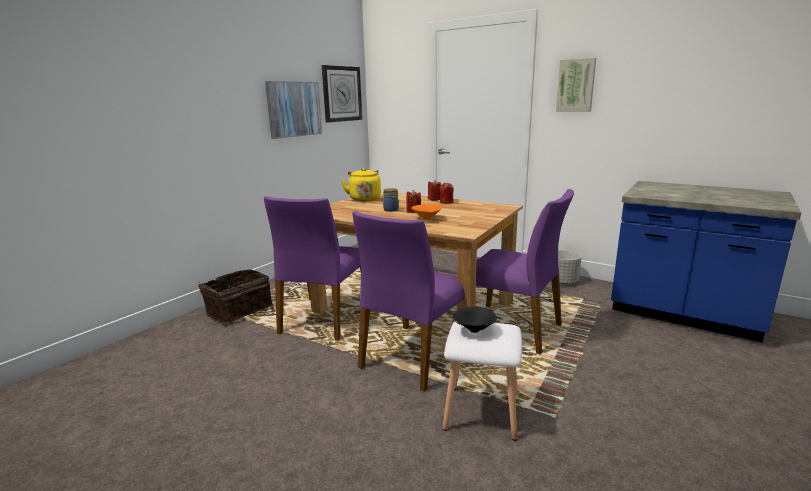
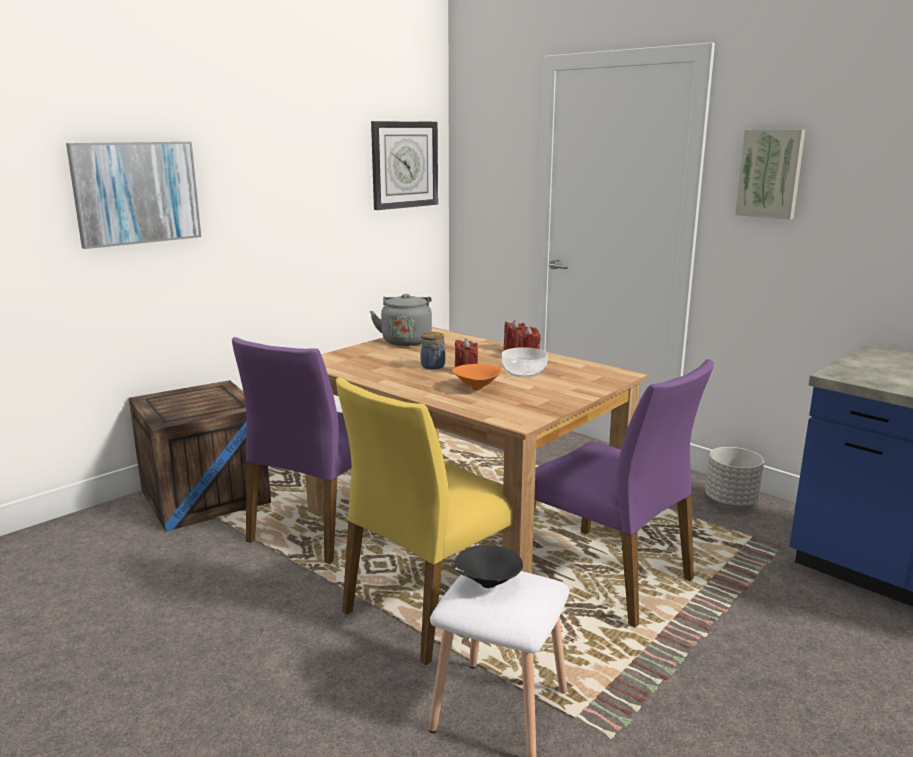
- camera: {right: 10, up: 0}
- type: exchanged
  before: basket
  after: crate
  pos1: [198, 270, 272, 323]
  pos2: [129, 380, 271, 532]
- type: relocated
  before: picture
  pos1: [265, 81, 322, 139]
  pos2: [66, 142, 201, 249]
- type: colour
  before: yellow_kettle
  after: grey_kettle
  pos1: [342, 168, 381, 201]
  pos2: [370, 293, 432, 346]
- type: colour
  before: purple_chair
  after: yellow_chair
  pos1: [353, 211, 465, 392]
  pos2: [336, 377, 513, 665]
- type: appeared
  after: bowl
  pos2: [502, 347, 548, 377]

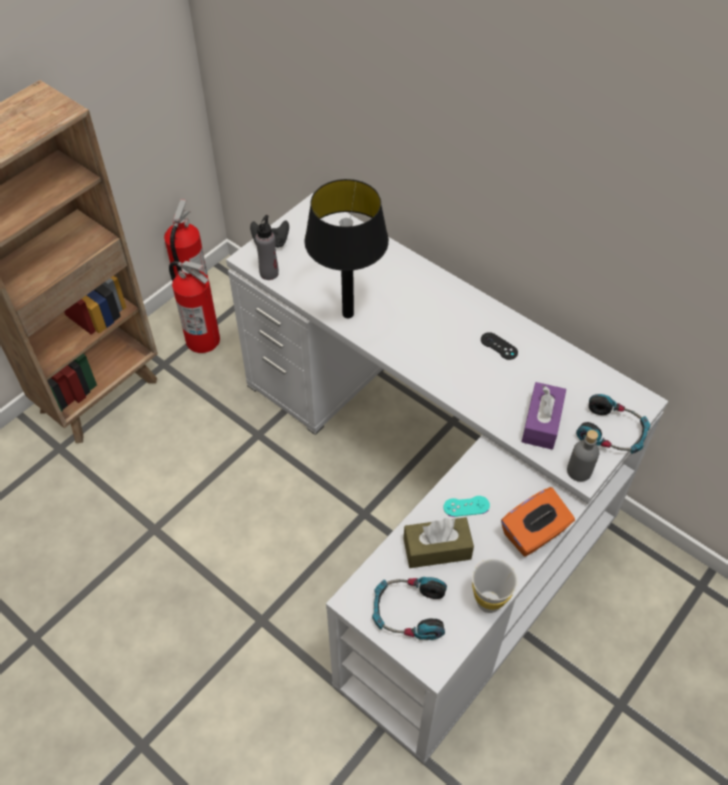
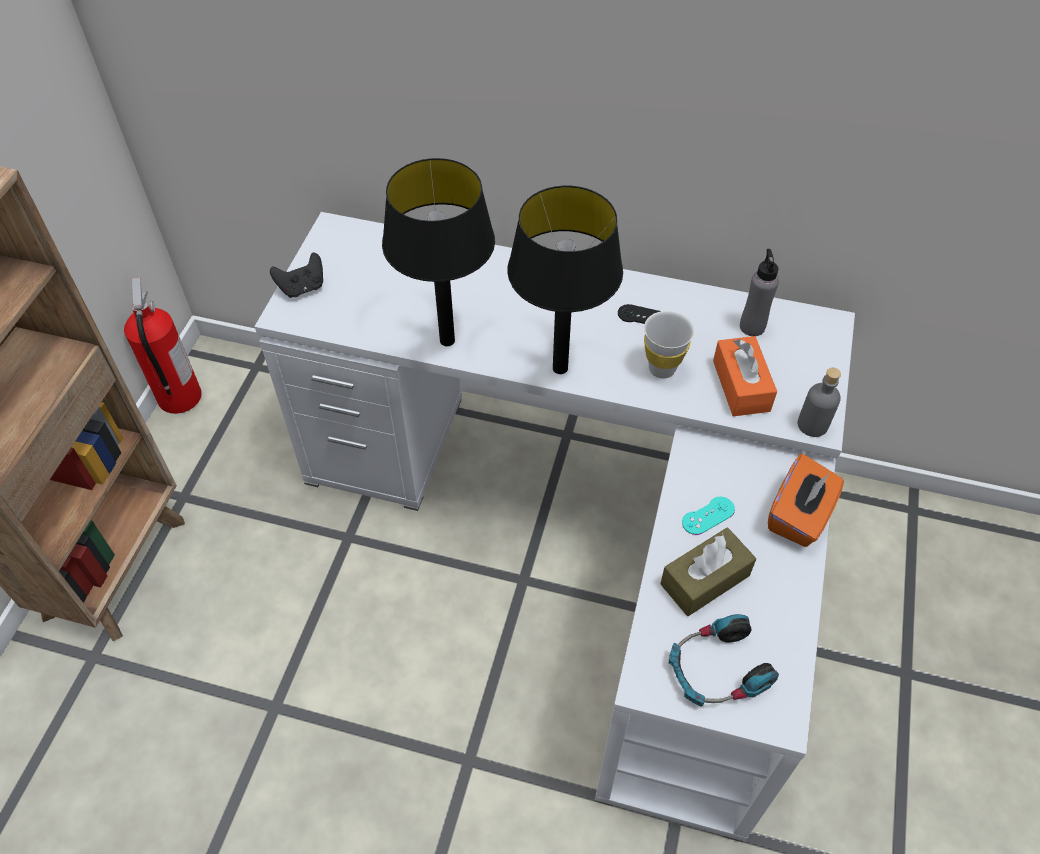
- camera: {right: -25, up: 0}
- type: missing
  before: fire_extinguisher
  pos1: [169, 261, 220, 353]
- type: relocated
  before: grey_bottle
  pos1: [255, 215, 279, 280]
  pos2: [740, 249, 779, 336]
- type: relocated
  before: white_cup
  pos1: [472, 558, 518, 613]
  pos2: [644, 311, 694, 378]
- type: colour
  before: purple_tissue_box
  after: orange_tissue_box
  pos1: [522, 382, 566, 450]
  pos2: [713, 336, 777, 416]
- type: missing
  before: headphones
  pos1: [576, 394, 651, 454]
- type: appeared
  after: black_table_lamp
  pos2: [507, 186, 623, 374]

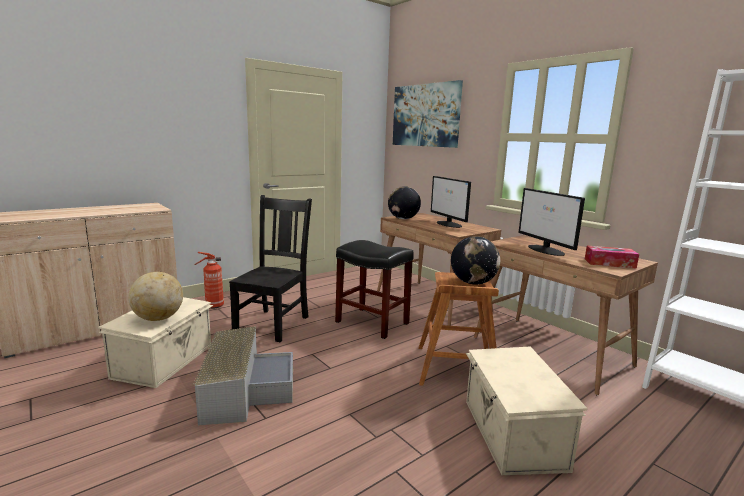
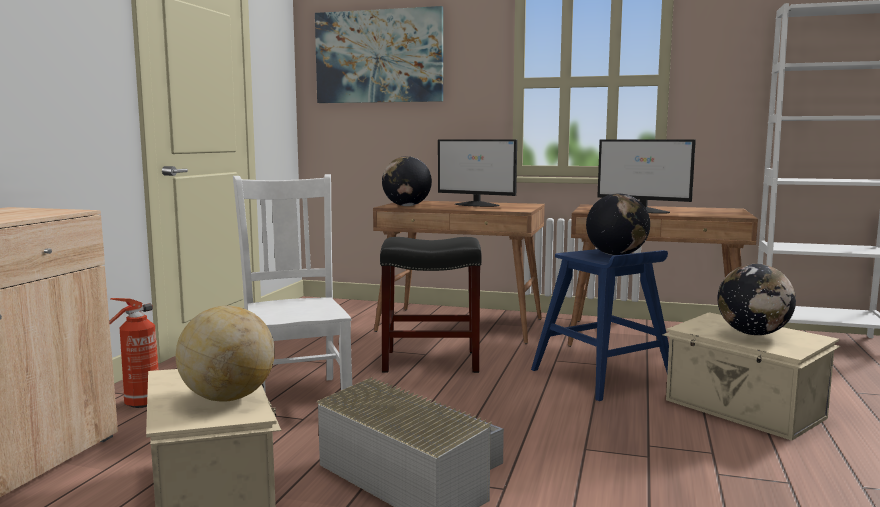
- camera: {right: -35, up: -5}
- type: colour
  before: black_chair
  after: white_chair
  pos1: [229, 195, 312, 342]
  pos2: [233, 174, 352, 393]
- type: colour
  before: brown_stool
  after: blue_stool
  pos1: [419, 272, 499, 386]
  pos2: [531, 249, 669, 401]
- type: missing
  before: tissue_box
  pos1: [585, 246, 639, 269]
- type: appeared
  after: globe
  pos2: [717, 264, 796, 335]

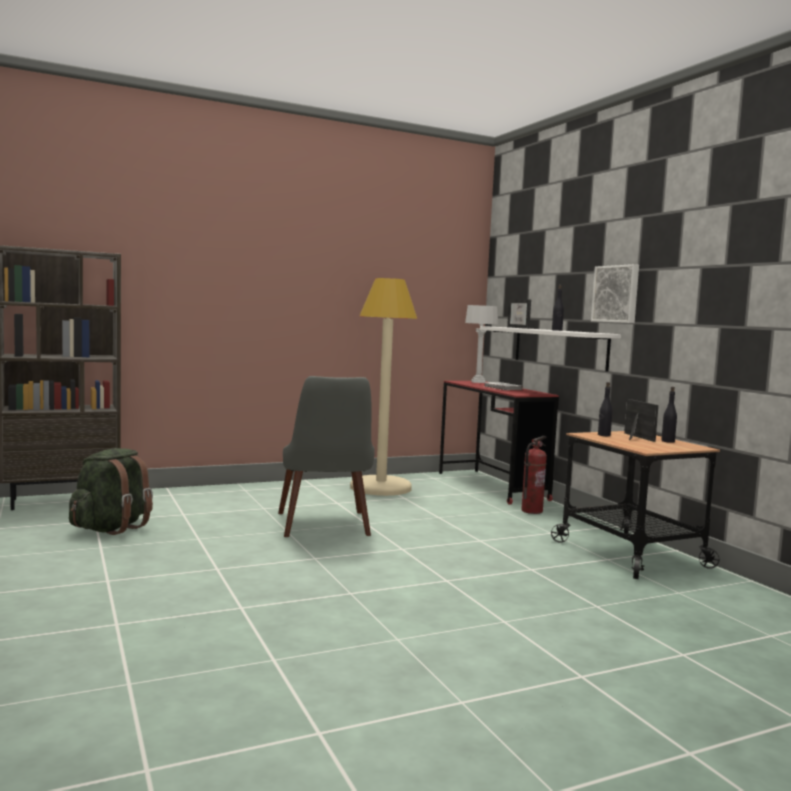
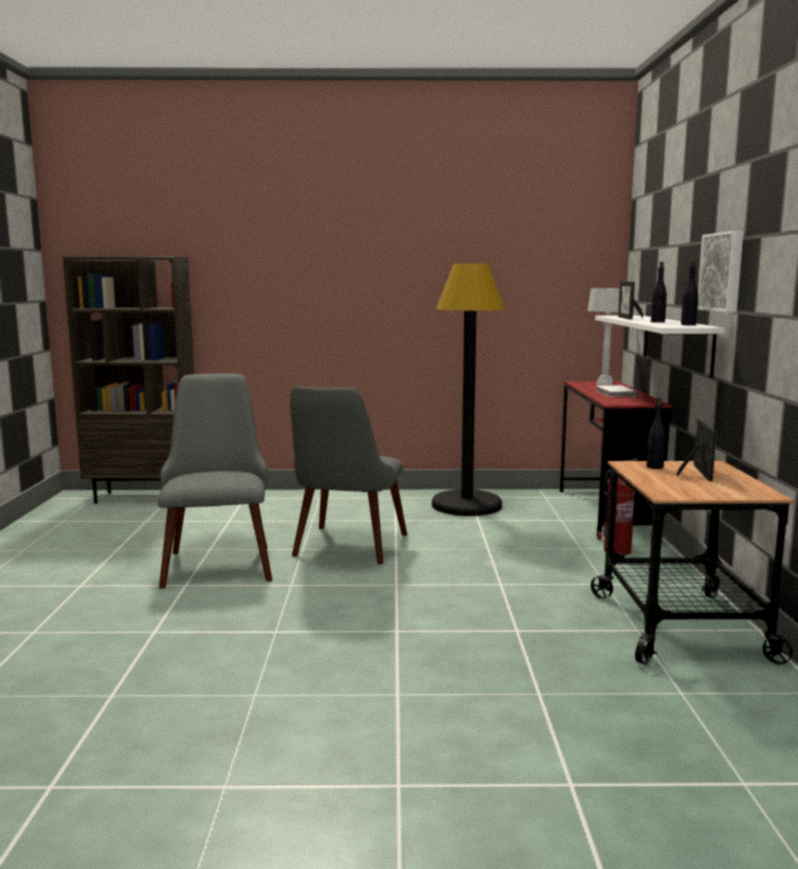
- camera: {right: 25, up: 5}
- type: missing
  before: green_backpack
  pos1: [69, 448, 153, 535]
- type: colour
  before: beige_floor_lamp
  after: black_floor_lamp
  pos1: [350, 278, 417, 496]
  pos2: [432, 263, 504, 516]
- type: relocated
  before: black_bottle
  pos1: [661, 387, 677, 443]
  pos2: [681, 261, 699, 325]
- type: appeared
  after: grey_chair
  pos2: [158, 374, 272, 589]

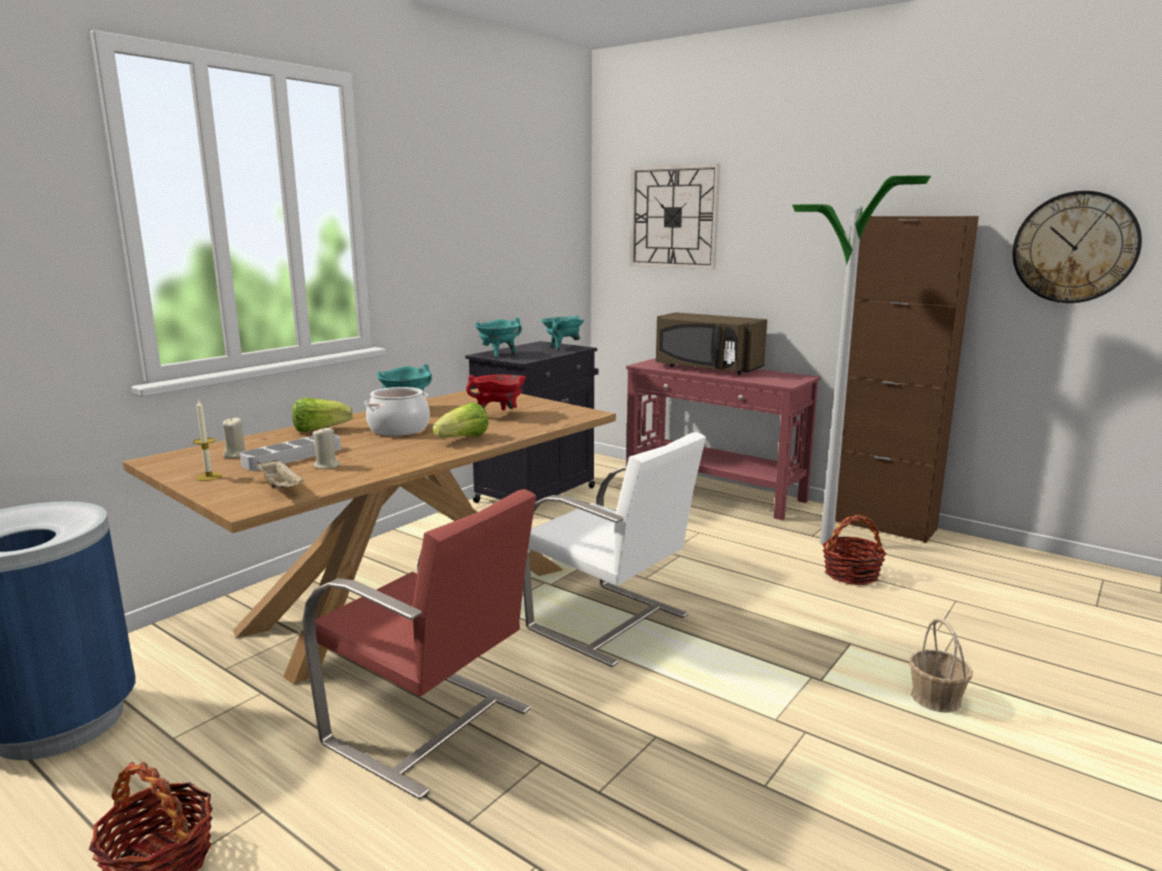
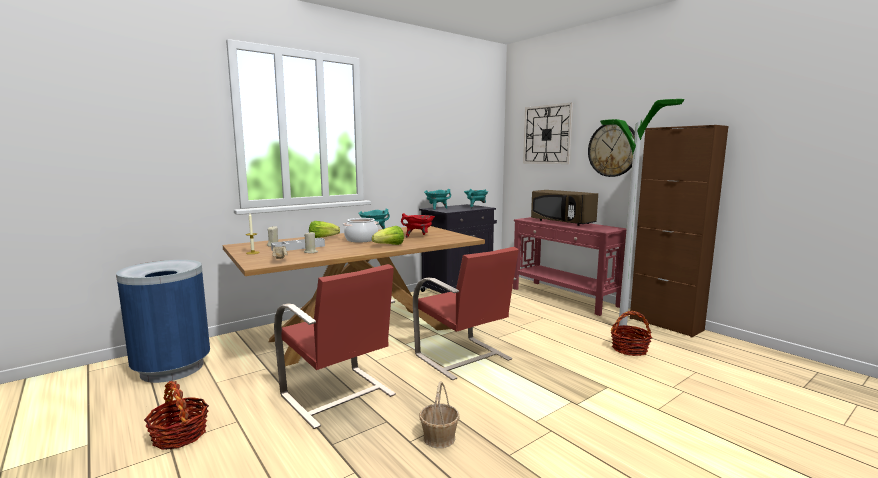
- camera: {right: 15, up: -5}
- type: colour
  before: white_chair
  after: red_chair
  pos1: [523, 432, 706, 667]
  pos2: [413, 247, 519, 381]
- type: relocated
  before: basket
  pos1: [909, 618, 973, 713]
  pos2: [420, 381, 460, 448]
- type: relocated
  before: wall_clock
  pos1: [1013, 191, 1142, 303]
  pos2: [588, 125, 635, 177]

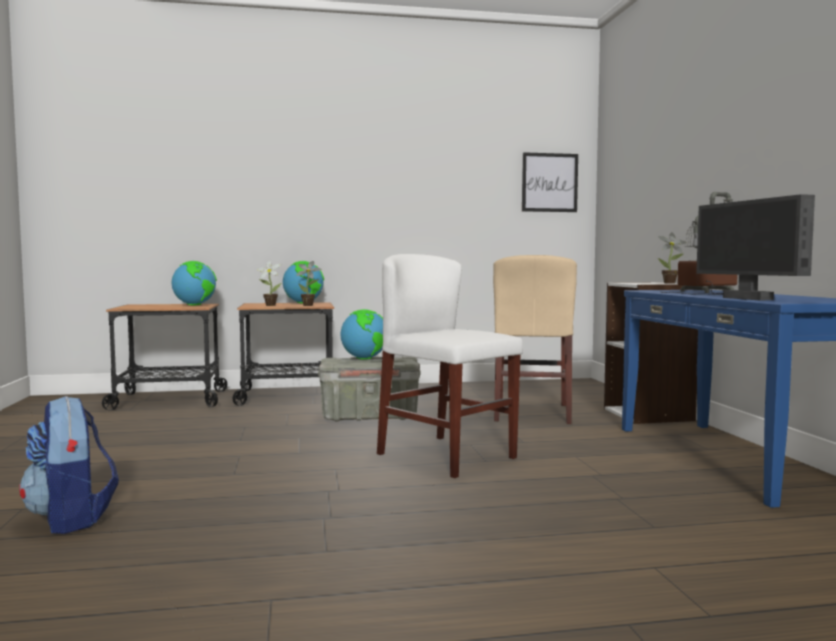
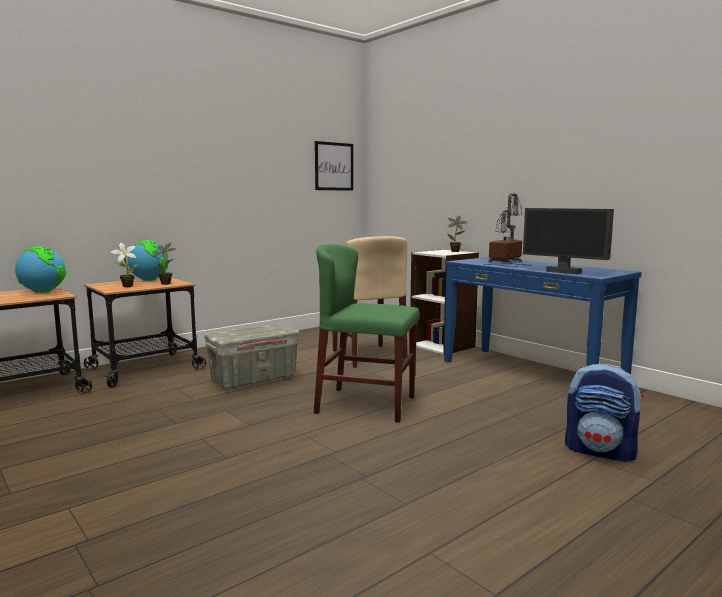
- camera: {right: -30, up: 5}
- type: relocated
  before: backpack
  pos1: [19, 396, 119, 534]
  pos2: [565, 364, 644, 462]
- type: missing
  before: globe
  pos1: [340, 309, 383, 360]
- type: colour
  before: white_chair
  after: green_chair
  pos1: [377, 254, 523, 478]
  pos2: [314, 244, 420, 423]

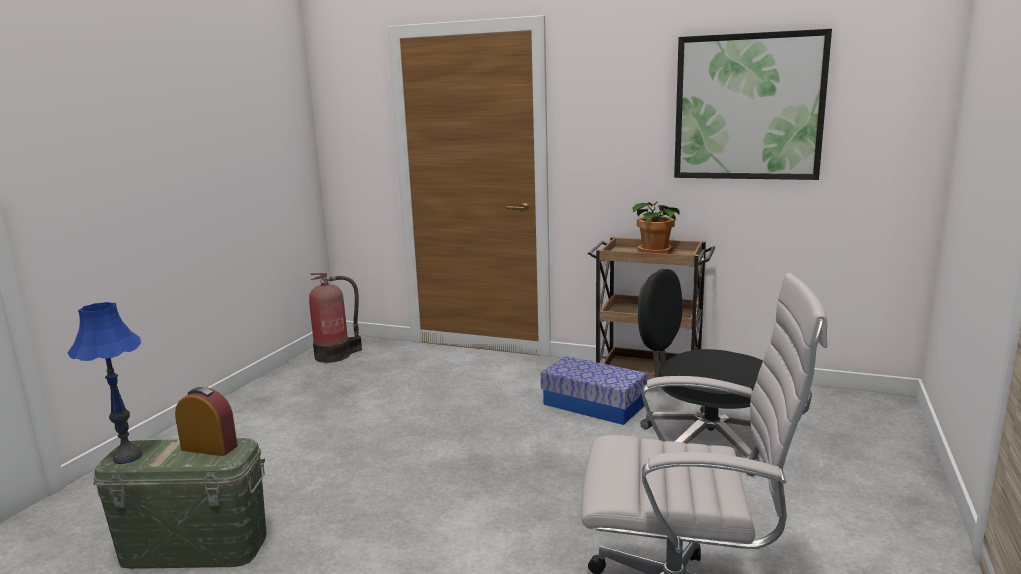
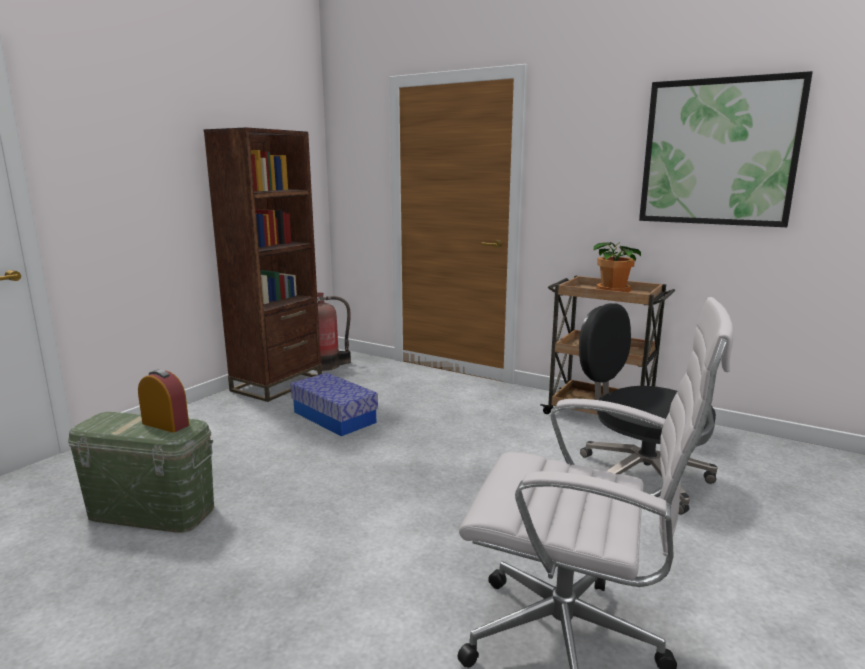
- camera: {right: 10, up: 0}
- type: missing
  before: blue_table_lamp
  pos1: [67, 302, 142, 464]
- type: relocated
  before: storage_box
  pos1: [541, 356, 647, 425]
  pos2: [291, 373, 378, 436]
- type: appeared
  after: brown_bookcase
  pos2: [204, 127, 322, 402]

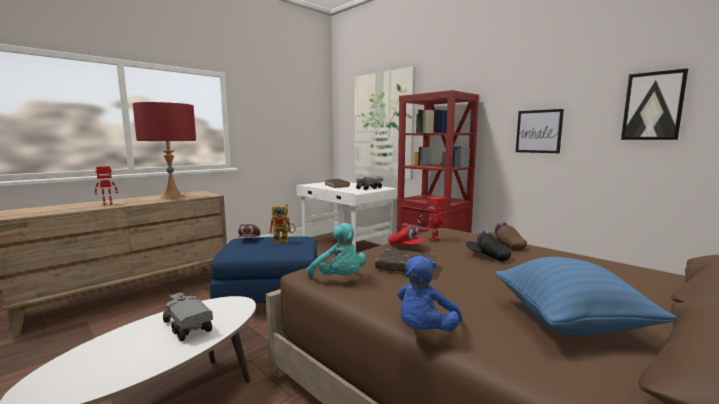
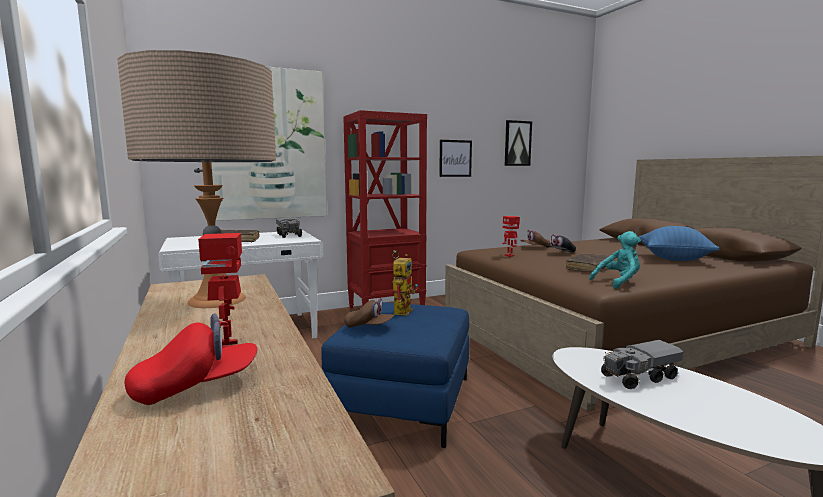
- camera: {right: -70, up: 0}
- type: colour
  before: red_table_lamp
  after: beige_table_lamp
  pos1: [133, 102, 196, 199]
  pos2: [117, 50, 276, 308]
- type: relocated
  before: red_cap
  pos1: [388, 225, 426, 245]
  pos2: [125, 313, 257, 405]
- type: missing
  before: blue_plush_toy
  pos1: [397, 256, 462, 331]

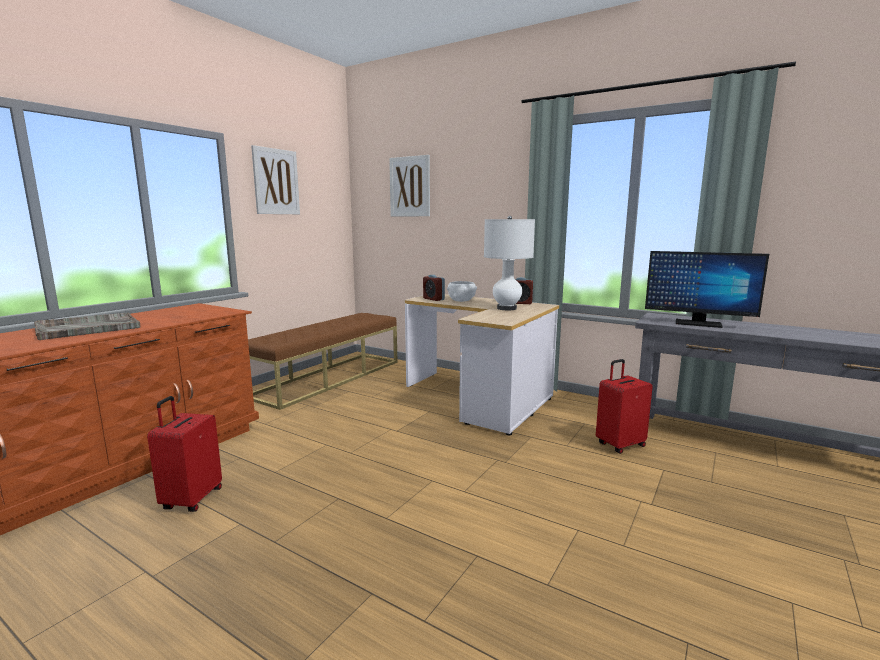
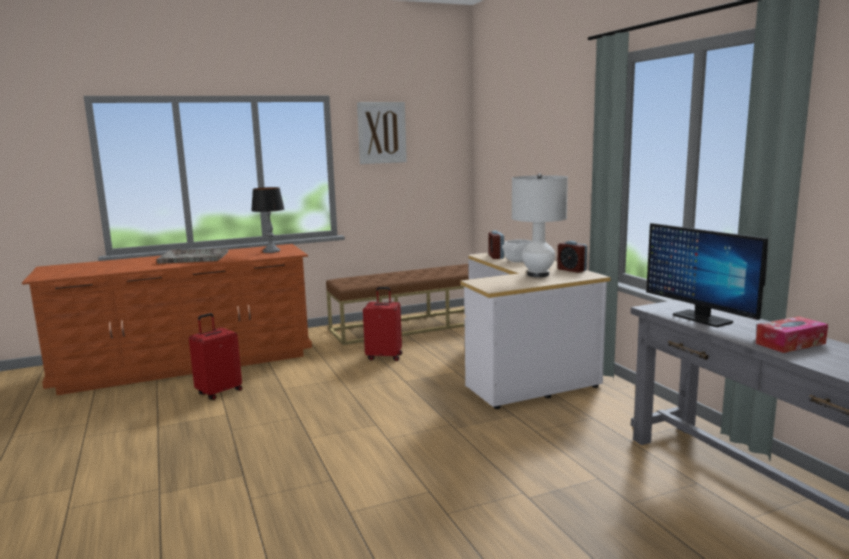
- camera: {right: 35, up: 0}
- type: missing
  before: picture
  pos1: [389, 155, 430, 217]
- type: relocated
  before: red_suitcase
  pos1: [596, 359, 653, 454]
  pos2: [363, 287, 402, 361]
- type: appeared
  after: table_lamp
  pos2: [251, 187, 284, 253]
- type: appeared
  after: tissue_box
  pos2: [756, 316, 828, 353]

